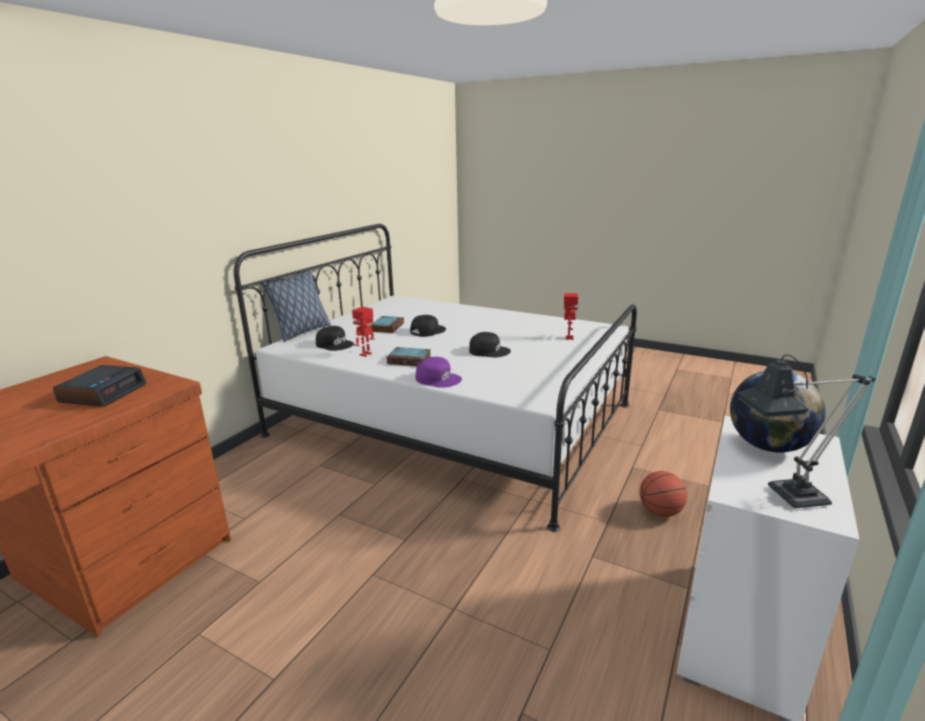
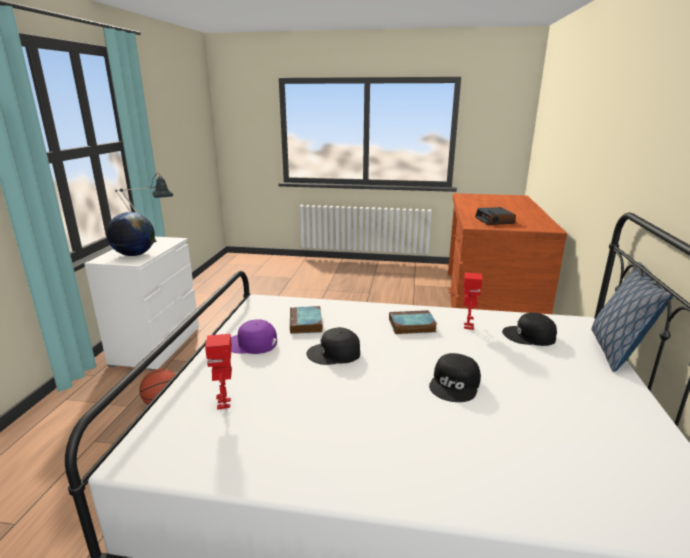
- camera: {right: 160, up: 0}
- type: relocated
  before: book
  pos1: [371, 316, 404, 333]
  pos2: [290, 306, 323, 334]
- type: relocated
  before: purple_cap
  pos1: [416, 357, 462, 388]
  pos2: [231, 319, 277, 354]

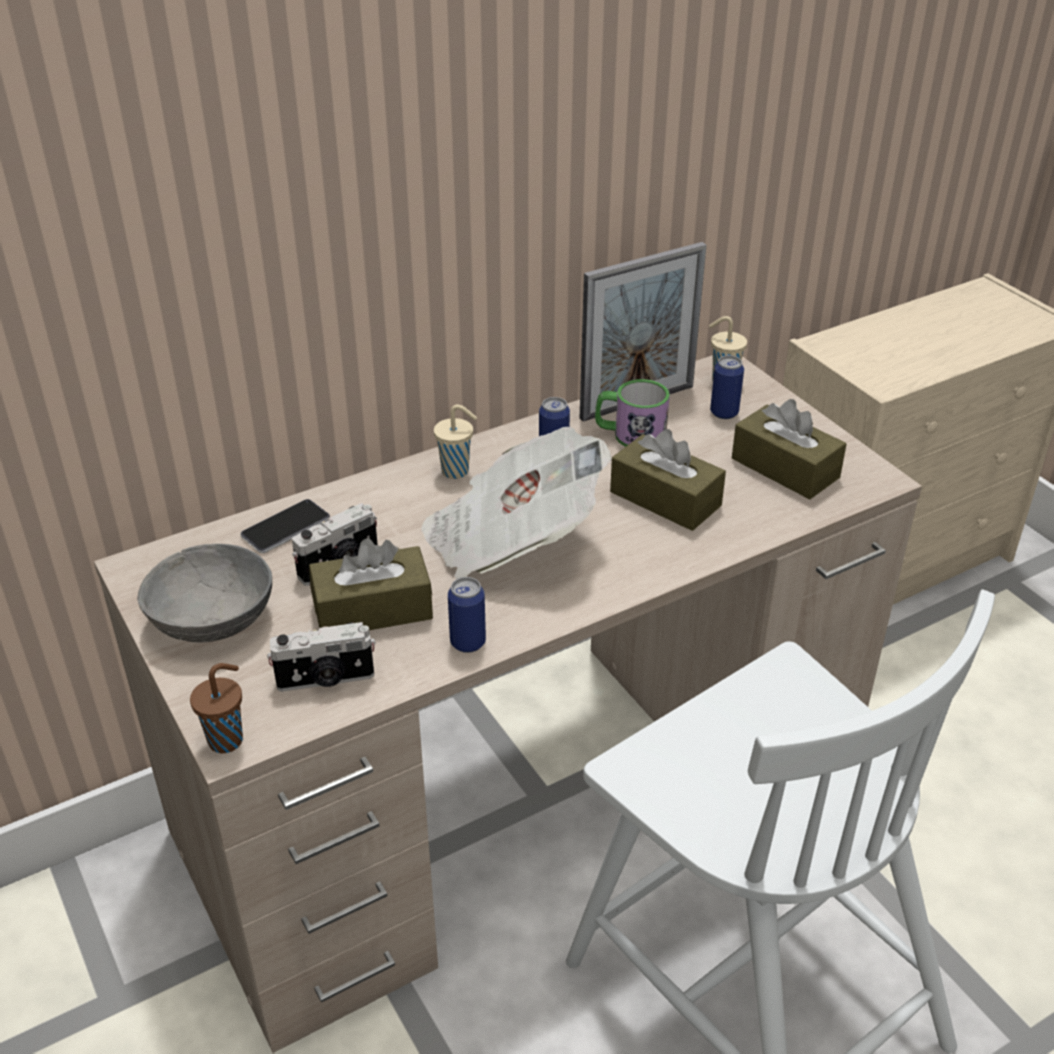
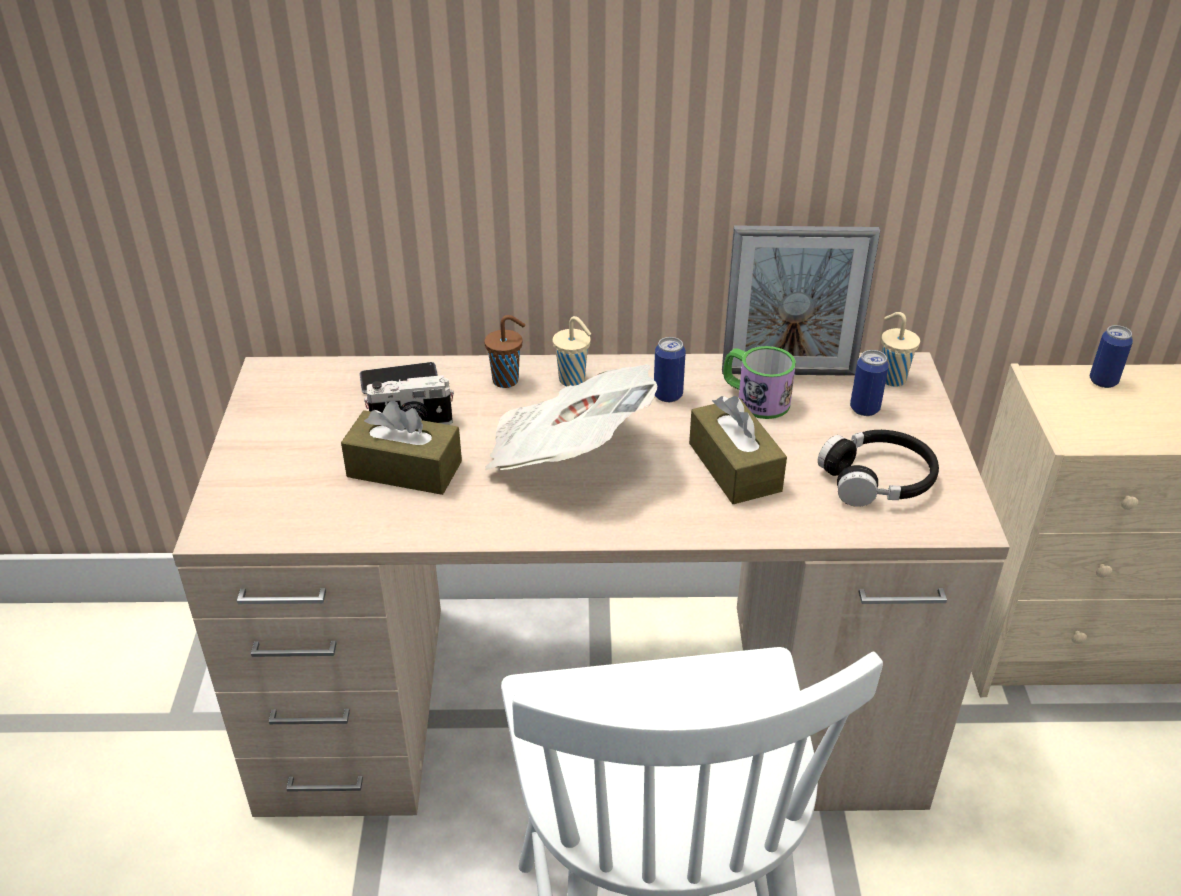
- camera: {right: 30, up: 0}
- type: missing
  before: grey_bowl
  pos1: [137, 544, 272, 643]
- type: relocated
  before: brown_cup
  pos1: [190, 663, 243, 753]
  pos2: [484, 315, 525, 388]
- type: missing
  before: photo_camera
  pos1: [267, 622, 375, 692]
- type: relocated
  before: can
  pos1: [448, 577, 486, 653]
  pos2: [1090, 325, 1133, 388]
- type: exchanged
  before: brown_tissue_box
  after: black_headphones
  pos1: [732, 399, 847, 499]
  pos2: [818, 430, 939, 507]

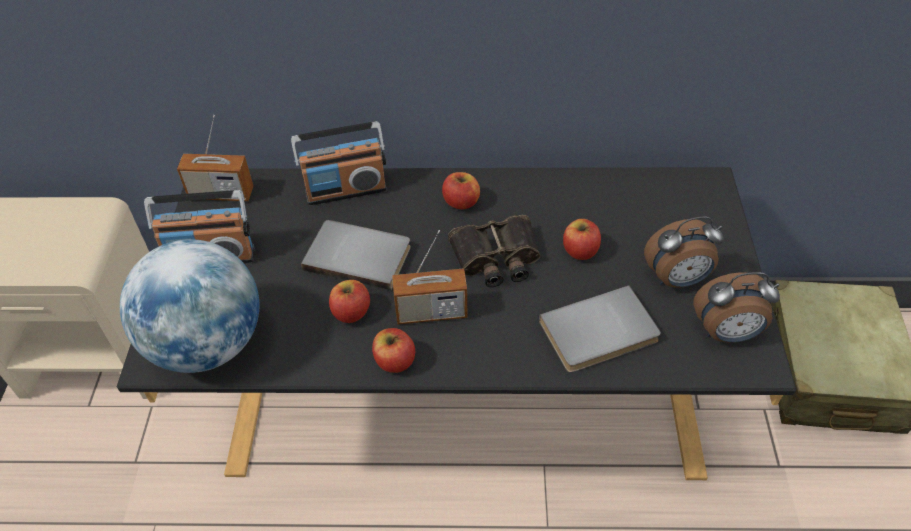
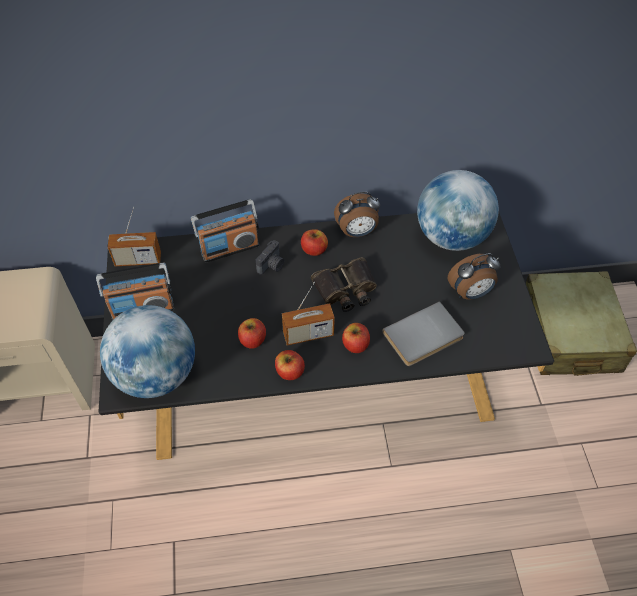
- camera: {right: -10, up: 5}
- type: missing
  before: grey_book
  pos1: [301, 220, 411, 291]
- type: relocated
  before: apple
  pos1: [563, 219, 601, 260]
  pos2: [342, 323, 370, 353]
- type: relocated
  before: alarm_clock
  pos1: [693, 272, 780, 342]
  pos2: [334, 192, 380, 237]
- type: appeared
  after: photo_camera
  pos2: [256, 240, 284, 275]
- type: appeared
  after: globe
  pos2: [417, 170, 499, 251]

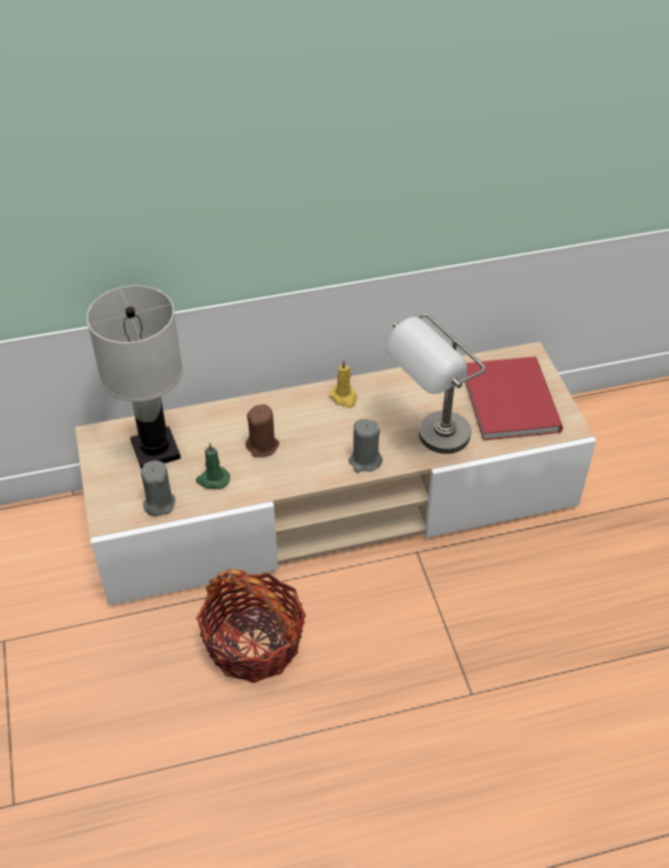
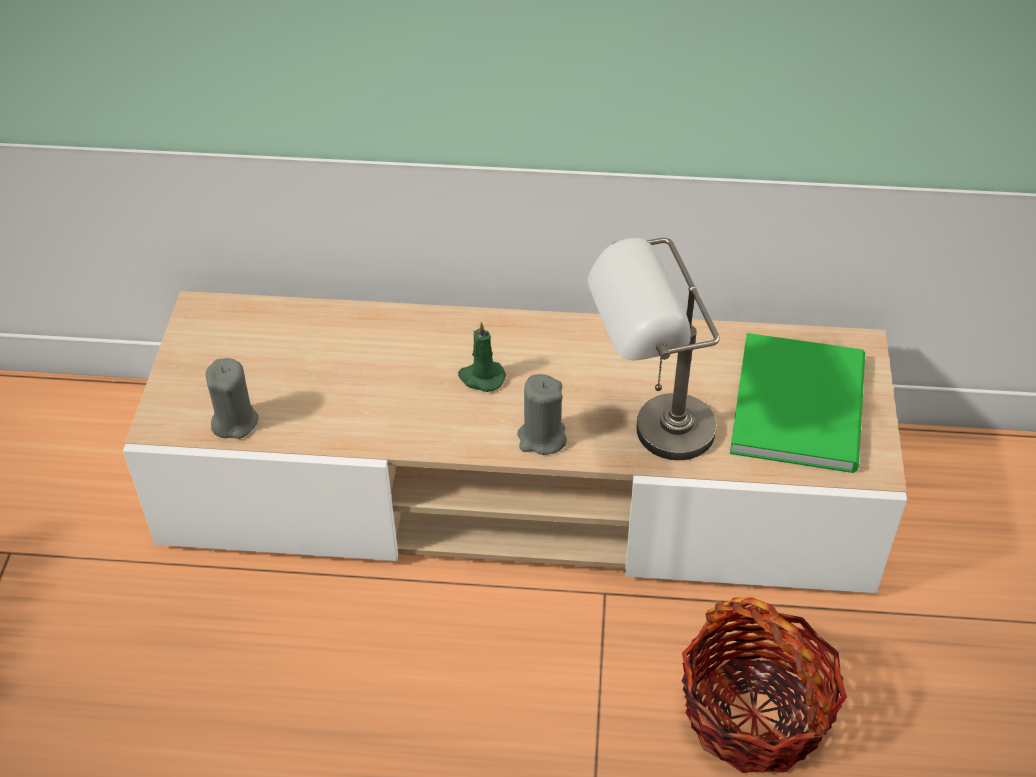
- camera: {right: 20, up: 0}
- type: missing
  before: white_table_lamp
  pos1: [87, 286, 183, 469]
- type: relocated
  before: green_candle
  pos1: [196, 443, 230, 489]
  pos2: [458, 322, 506, 392]
- type: relocated
  before: basket
  pos1: [196, 569, 306, 683]
  pos2: [682, 597, 847, 773]
- type: missing
  before: brown_candle
  pos1: [246, 404, 279, 457]
- type: missing
  before: yellow_candle
  pos1: [329, 360, 357, 408]
- type: colour
  before: red_book
  after: green_book
  pos1: [465, 357, 563, 441]
  pos2: [730, 333, 865, 473]

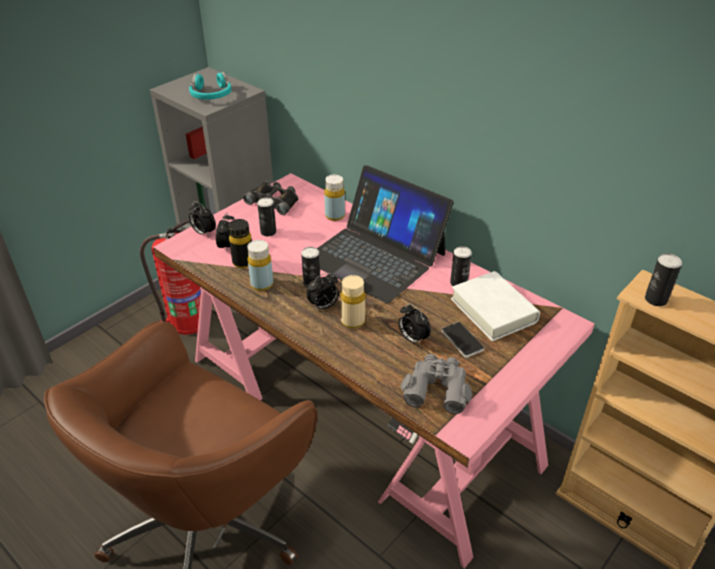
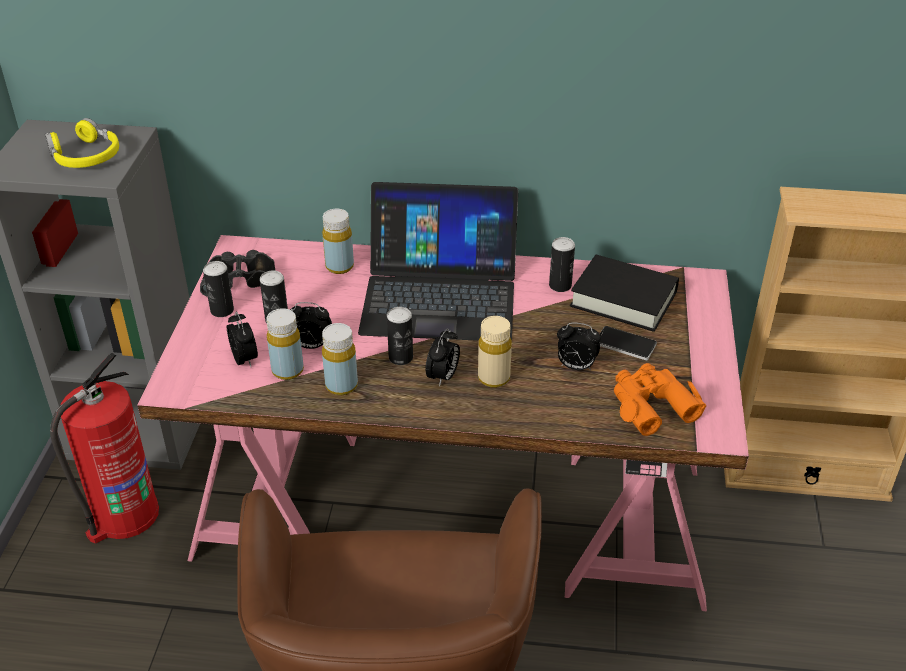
- camera: {right: -35, up: 0}
- type: relocated
  before: alarm_clock
  pos1: [188, 201, 216, 236]
  pos2: [290, 302, 332, 349]
- type: colour
  before: turquoise_headphones
  after: yellow_headphones
  pos1: [189, 72, 231, 100]
  pos2: [45, 118, 119, 168]
- type: colour
  before: black_bottle
  after: yellow_bottle
  pos1: [228, 219, 252, 269]
  pos2: [266, 308, 304, 380]
- type: colour
  before: grey_binoculars
  after: orange_binoculars
  pos1: [401, 354, 472, 414]
  pos2: [614, 363, 706, 436]
- type: colour
  before: white_book
  after: black_book
  pos1: [451, 271, 540, 341]
  pos2: [570, 255, 679, 332]
- type: relocated
  before: can
  pos1: [645, 253, 682, 306]
  pos2: [203, 261, 234, 317]

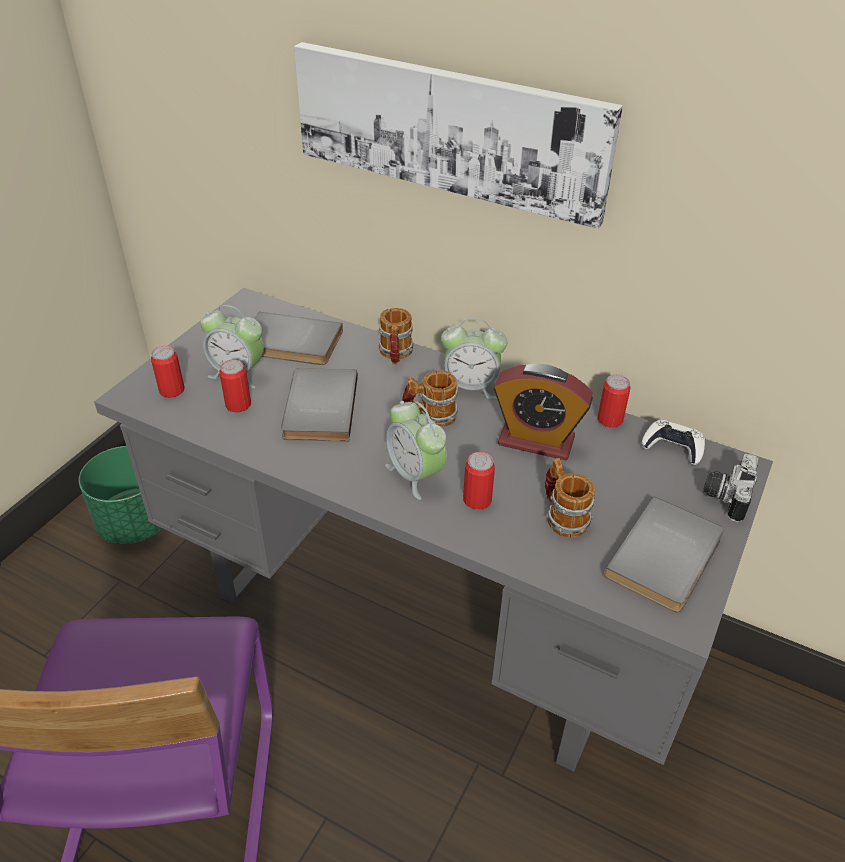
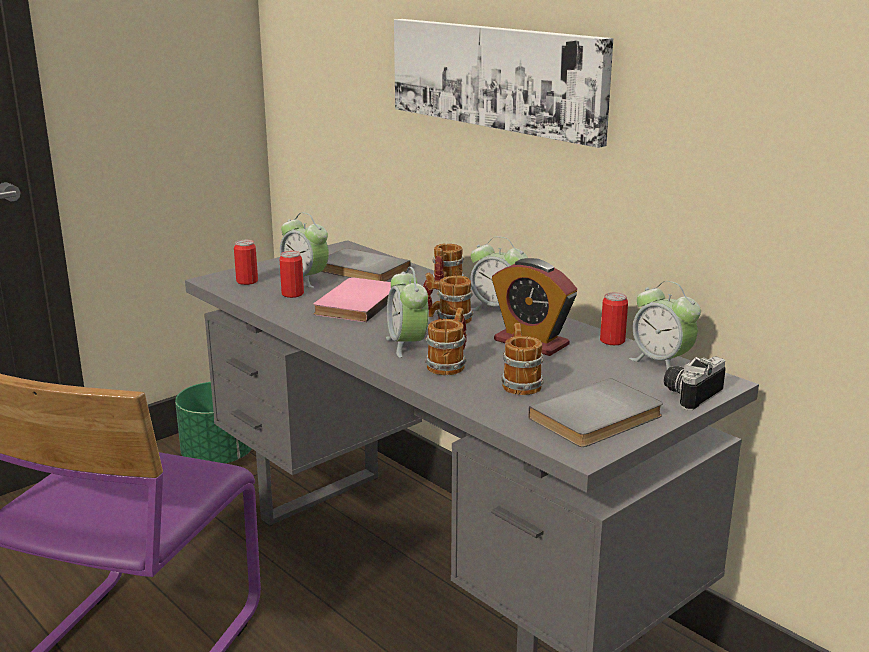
- camera: {right: 20, up: -20}
- type: colour
  before: grey_book
  after: pink_book
  pos1: [281, 368, 358, 442]
  pos2: [313, 277, 391, 322]
- type: exchanged
  before: can
  after: mug
  pos1: [463, 452, 495, 509]
  pos2: [425, 308, 467, 375]
- type: exchanged
  before: white_game_controller
  after: alarm_clock
  pos1: [642, 420, 705, 465]
  pos2: [629, 281, 701, 369]

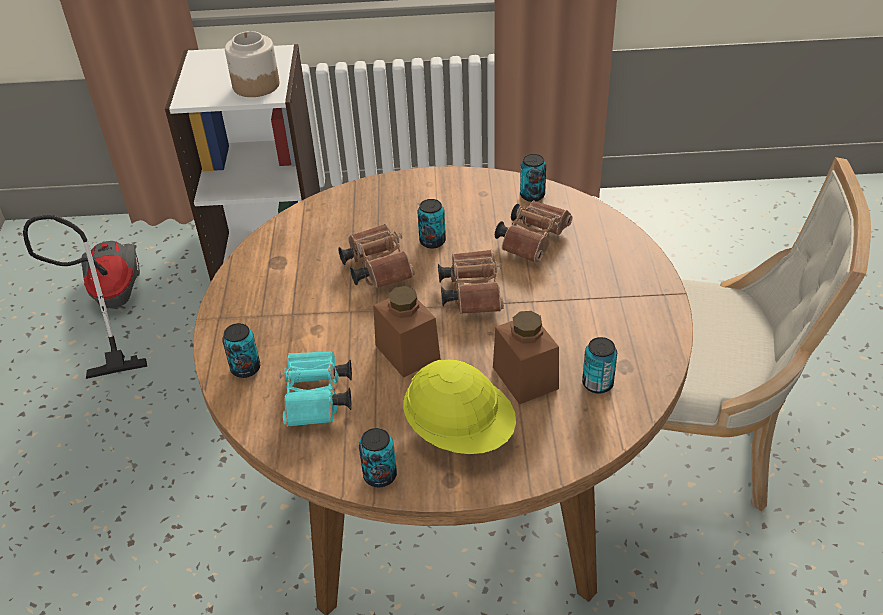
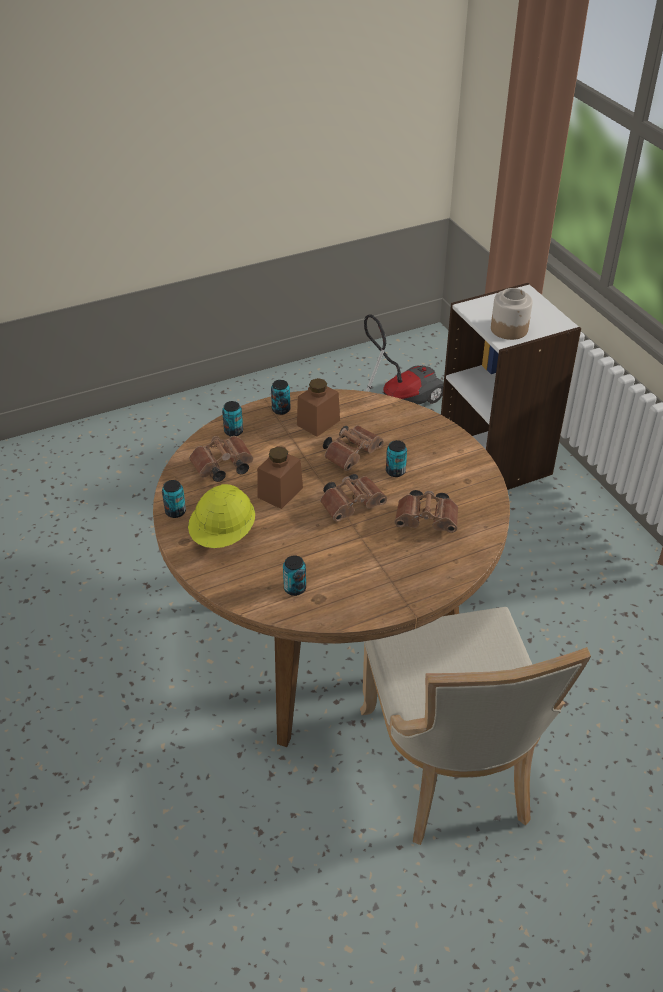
- camera: {right: 65, up: 0}
- type: colour
  before: turquoise_binoculars
  after: brown_binoculars
  pos1: [279, 351, 352, 427]
  pos2: [189, 436, 253, 482]
- type: relocated
  before: brown_jar
  pos1: [493, 311, 559, 405]
  pos2: [297, 378, 340, 437]
- type: relocated
  before: can
  pos1: [520, 154, 546, 202]
  pos2: [271, 380, 291, 415]

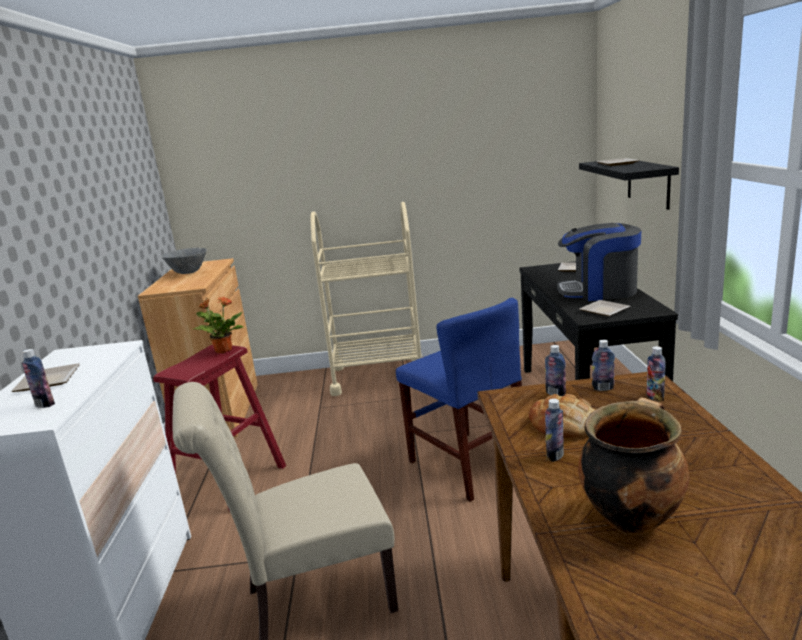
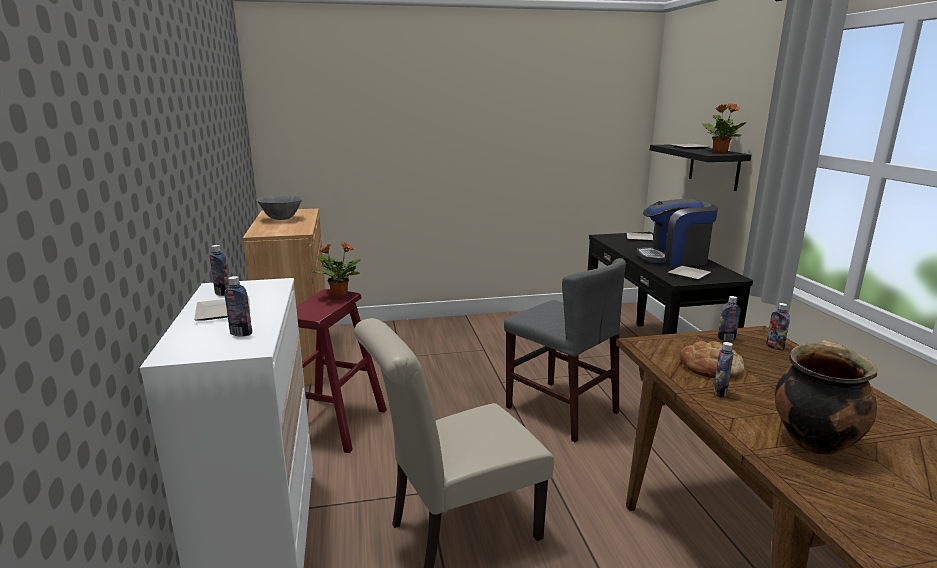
- camera: {right: -10, up: 0}
- type: missing
  before: beige_cart
  pos1: [310, 202, 422, 396]
- type: colour
  before: blue_chair
  after: grey_chair
  pos1: [396, 298, 522, 502]
  pos2: [504, 258, 626, 443]
- type: relocated
  before: bottle
  pos1: [545, 345, 566, 396]
  pos2: [209, 245, 229, 296]
- type: appeared
  after: potted_plant
  pos2: [701, 103, 746, 153]

